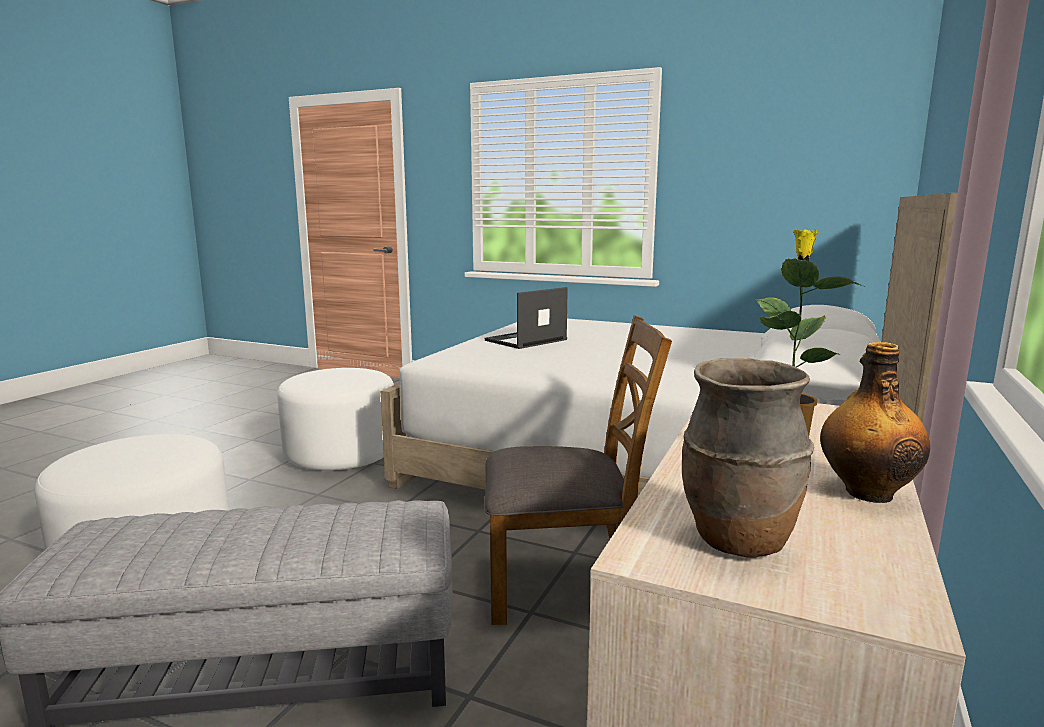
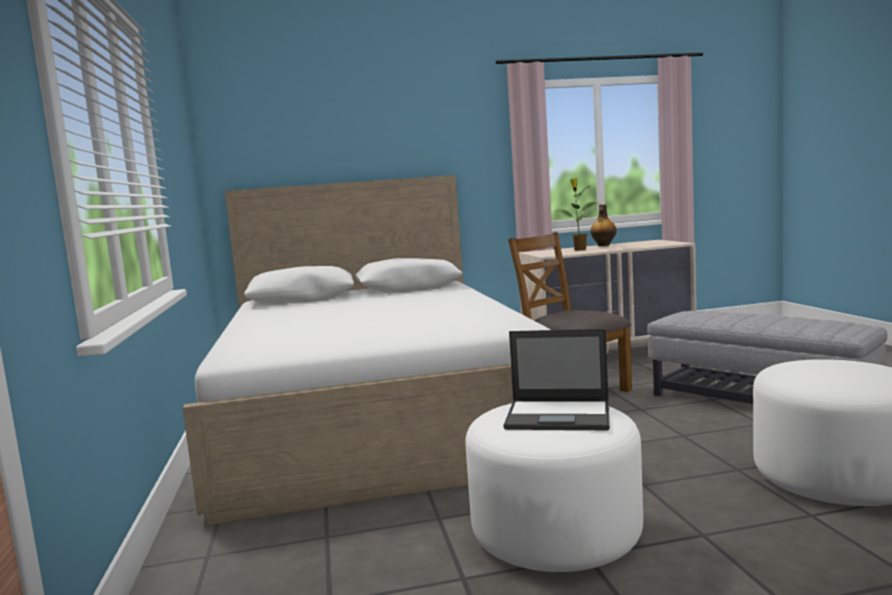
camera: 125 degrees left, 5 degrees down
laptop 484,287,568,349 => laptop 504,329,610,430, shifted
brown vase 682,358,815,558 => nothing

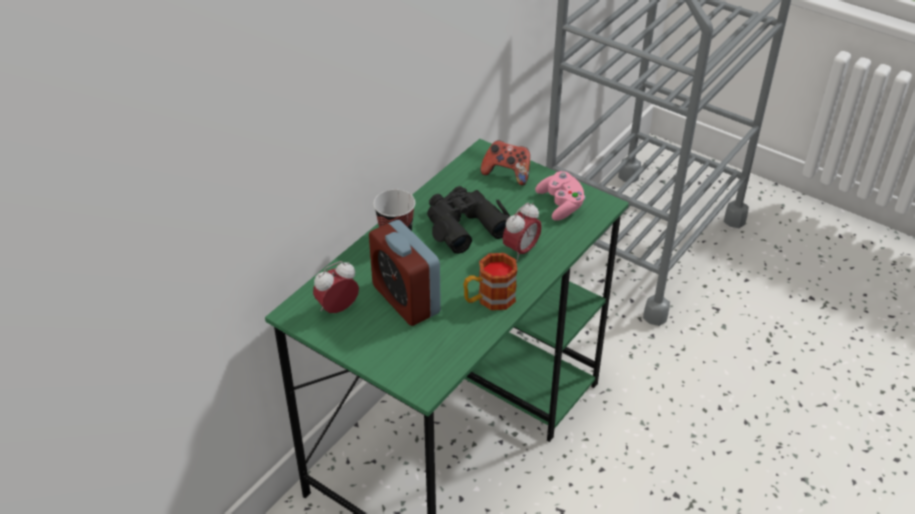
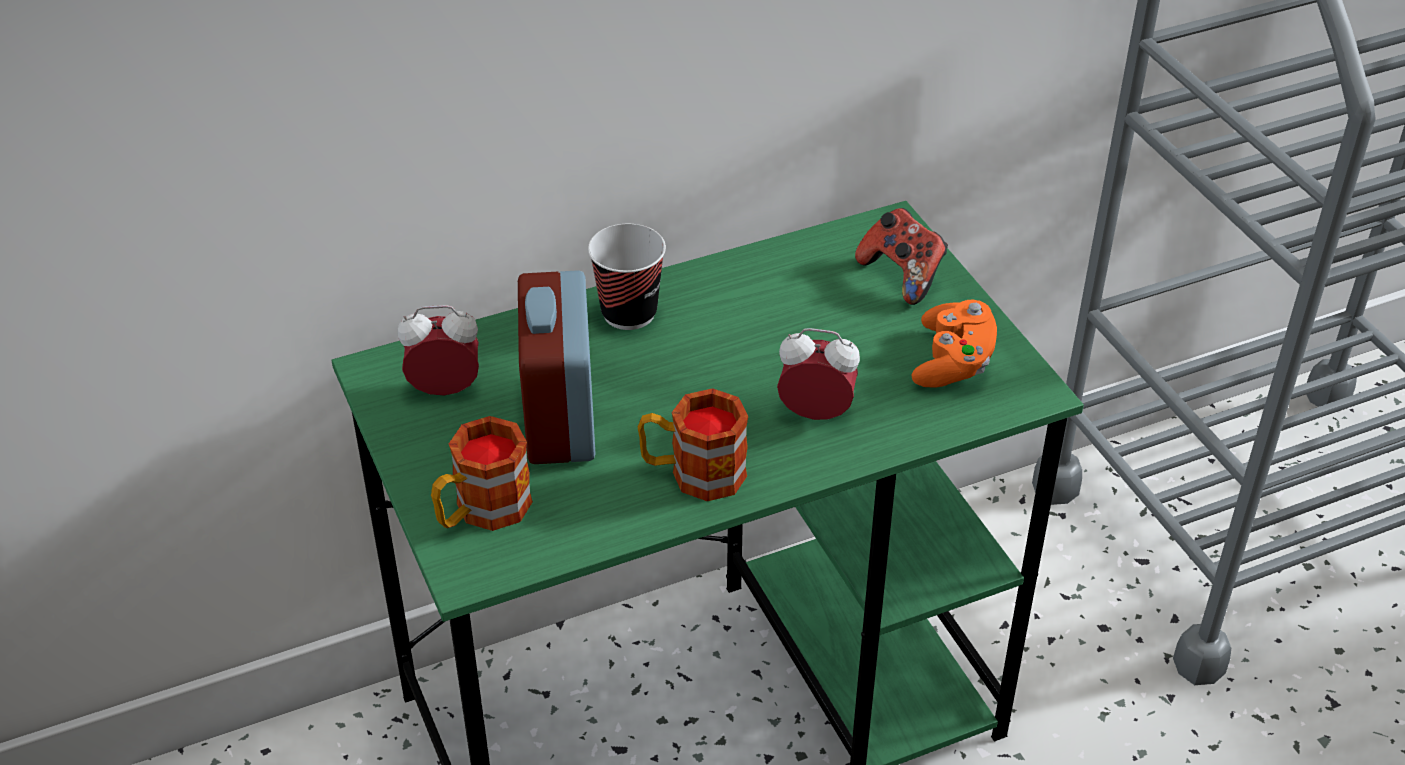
camera: 30 degrees right, 0 degrees up
pink game controller 535,171,585,221 => orange game controller 912,300,997,387
black binoculars 427,186,510,254 => nothing
alarm clock 503,203,542,261 => alarm clock 777,328,860,420, 150 degrees counterclockwise
nothing => mug 431,416,533,531

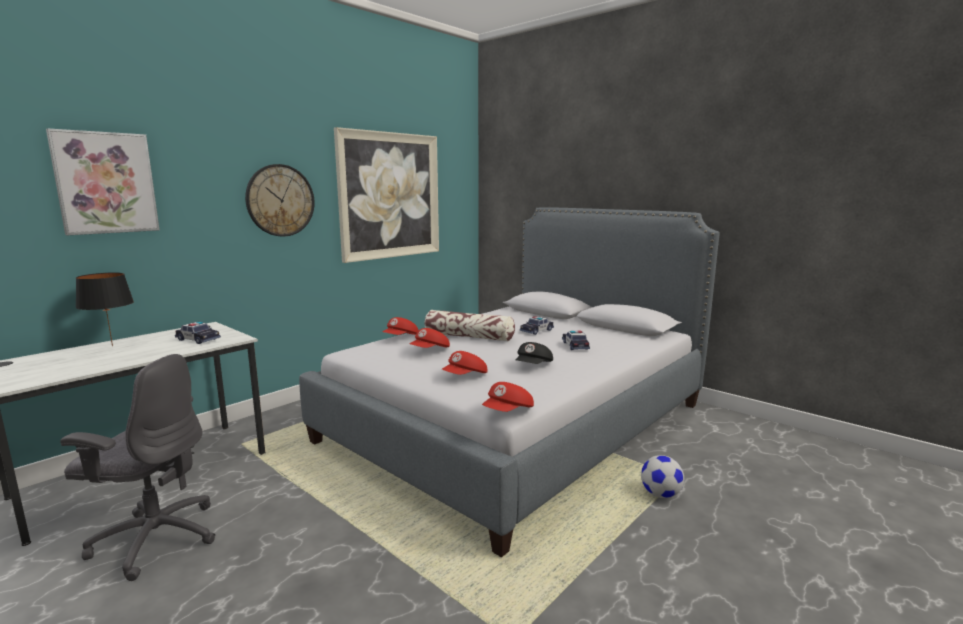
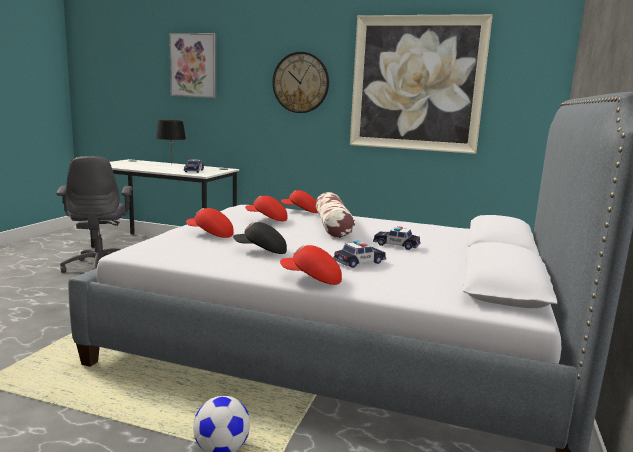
camera: 65 degrees right, 0 degrees up
red cap 482,382,534,412 => red cap 280,245,342,285, shifted

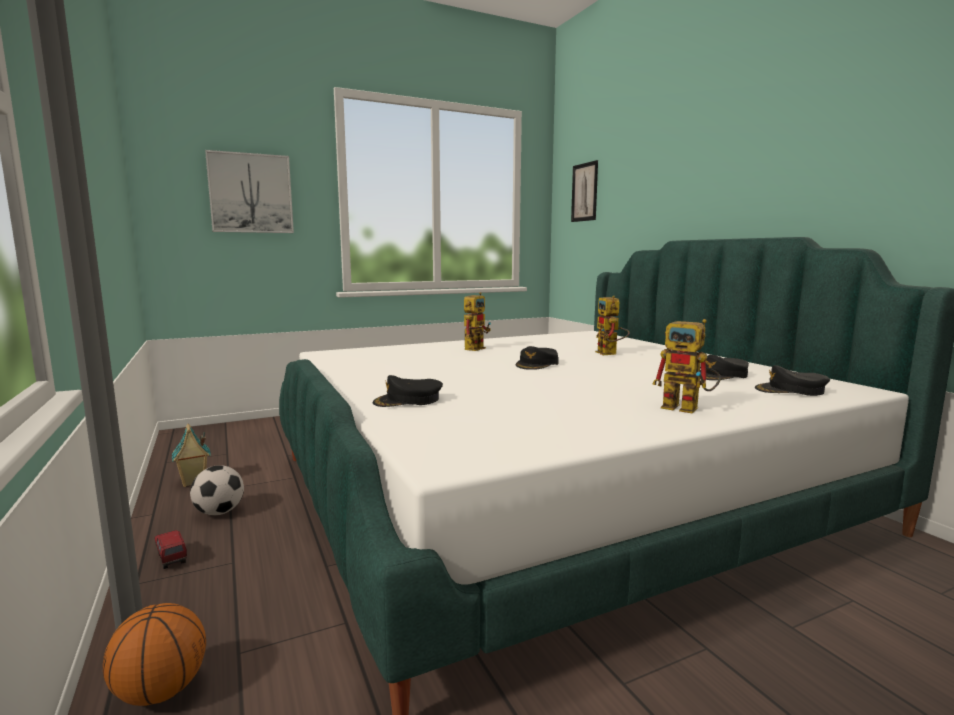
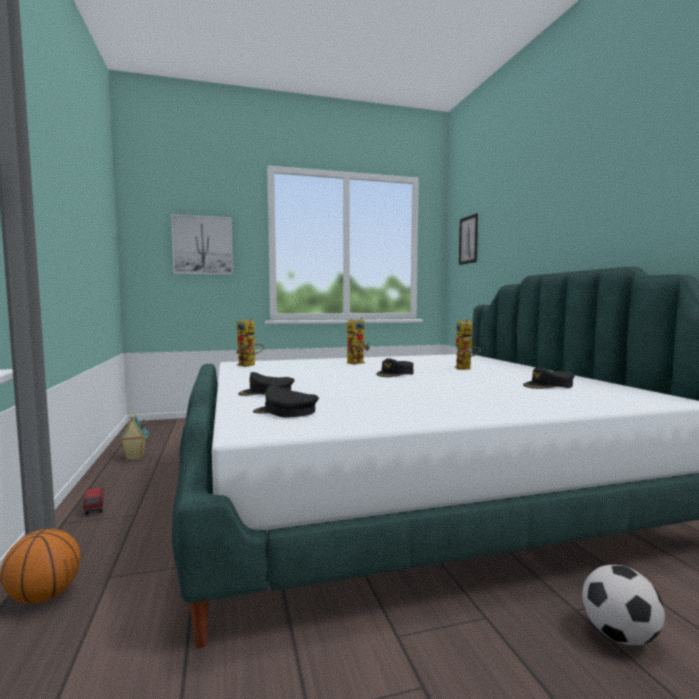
camera: 10 degrees right, 5 degrees down
toy robot 652,319,721,413 => toy robot 236,318,265,367, shifted
black cap 755,365,830,396 => black cap 253,385,319,417, shifted
football 190,465,244,515 => football 582,565,665,645, shifted

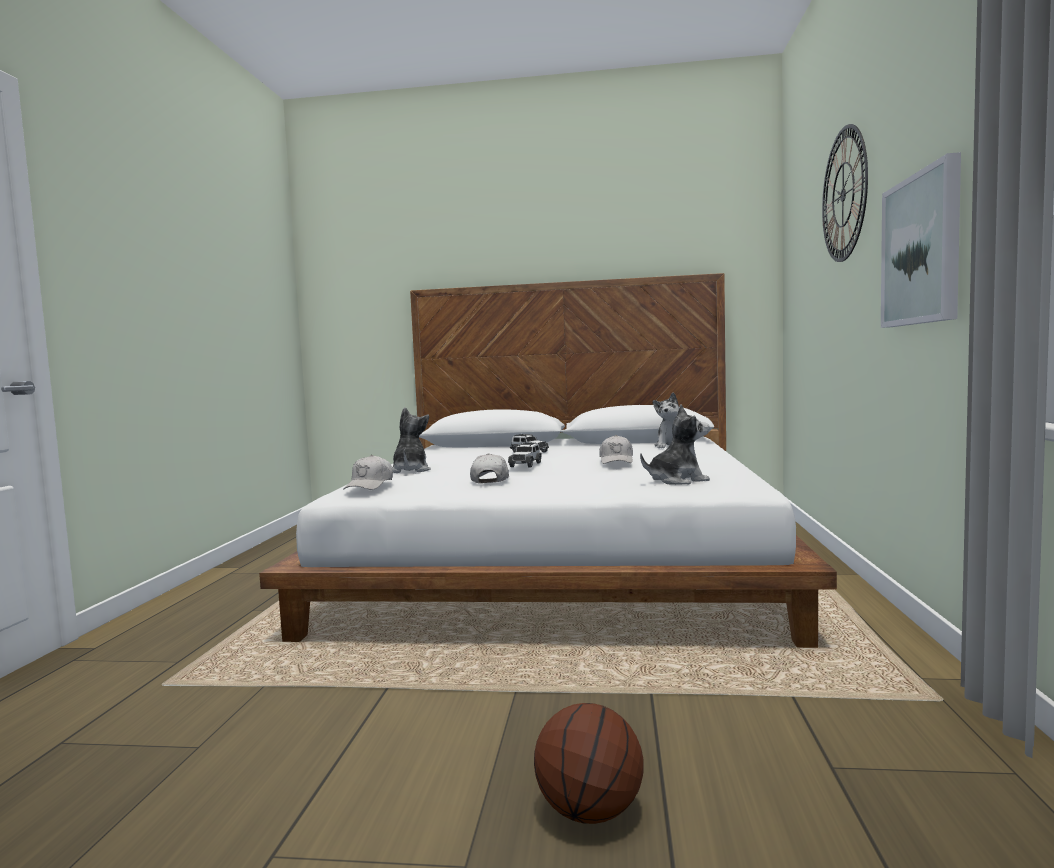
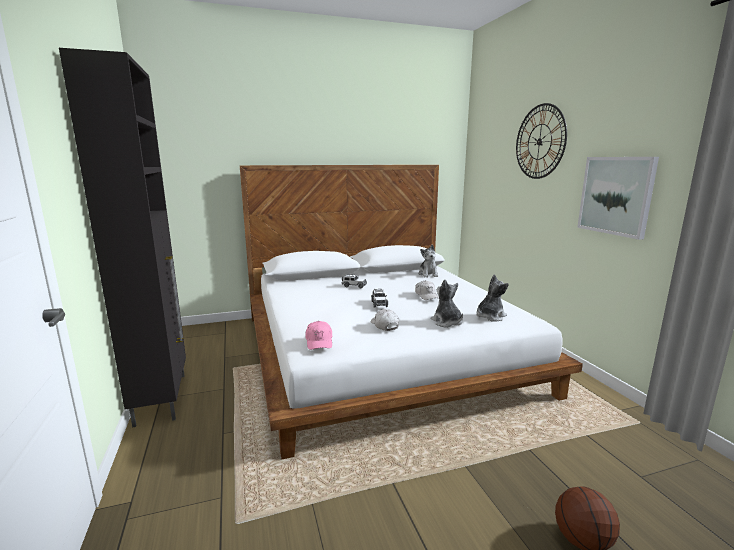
camera: 25 degrees left, 10 degrees up
plush toy 392,407,431,473 => plush toy 431,279,463,328, shifted
white cap 343,455,393,490 => pink cap 305,321,332,350
nothing => black cabinet 59,48,186,428

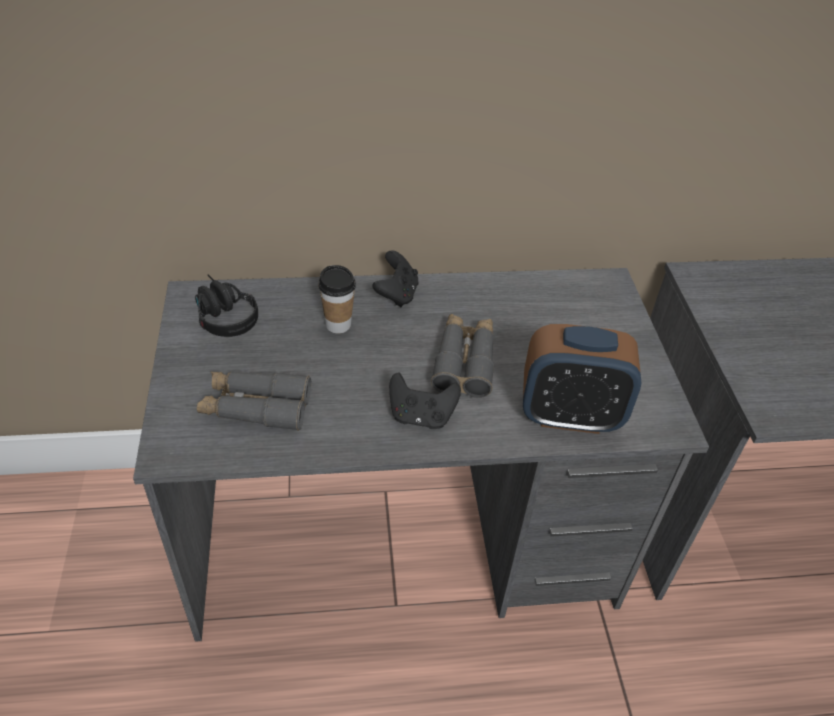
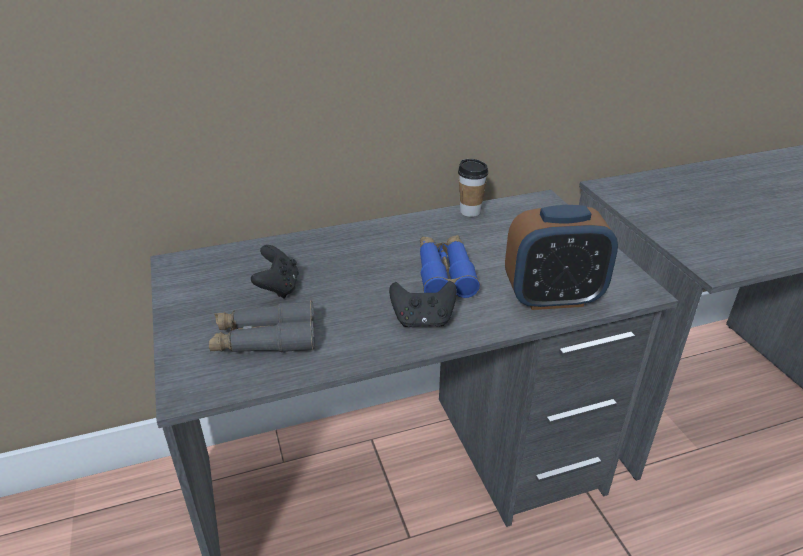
camera: 10 degrees left, 10 degrees down
black game controller 373,250,419,307 => black game controller 251,245,299,299, shifted
cup 318,265,356,333 => cup 458,159,488,217, shifted
black headphones 195,274,258,337 => nothing
grey binoculars 431,314,494,398 => blue binoculars 420,235,480,298

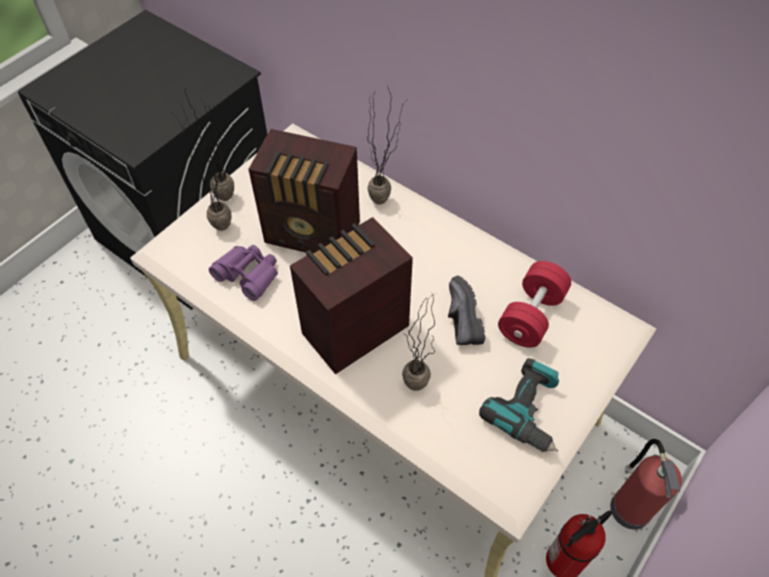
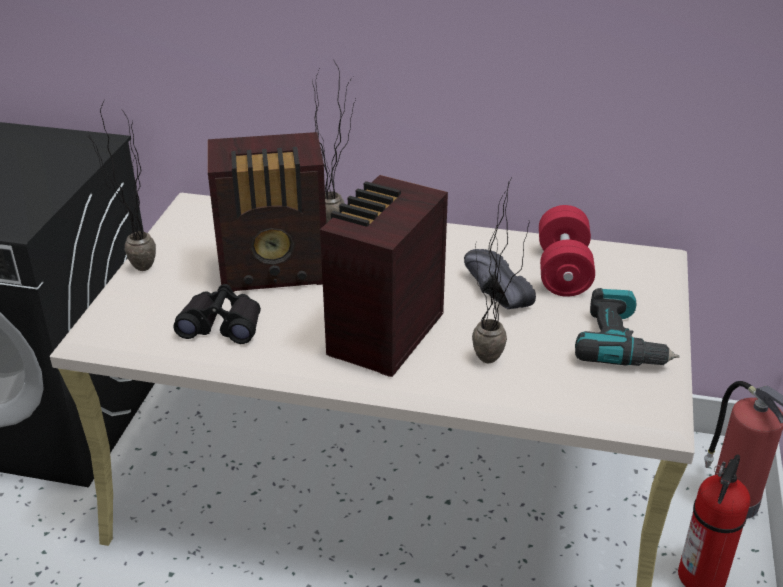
camera: 25 degrees left, 20 degrees down
potted plant 181,109,231,231 => nothing
purple binoculars 209,245,278,301 => black binoculars 173,284,261,344

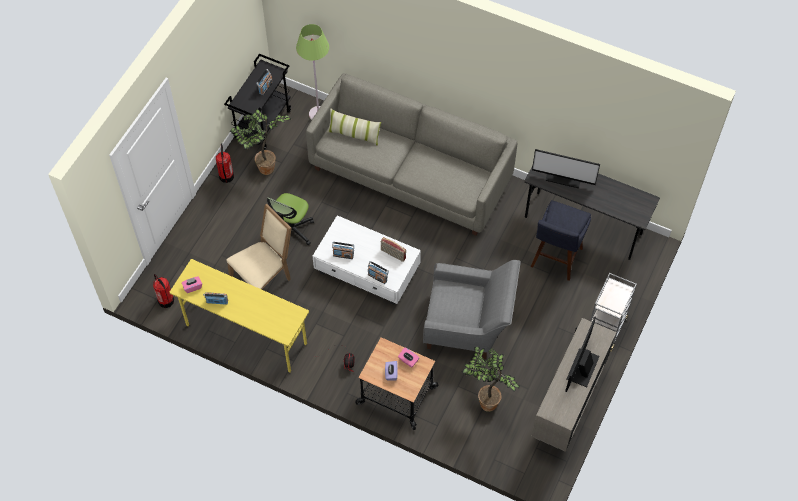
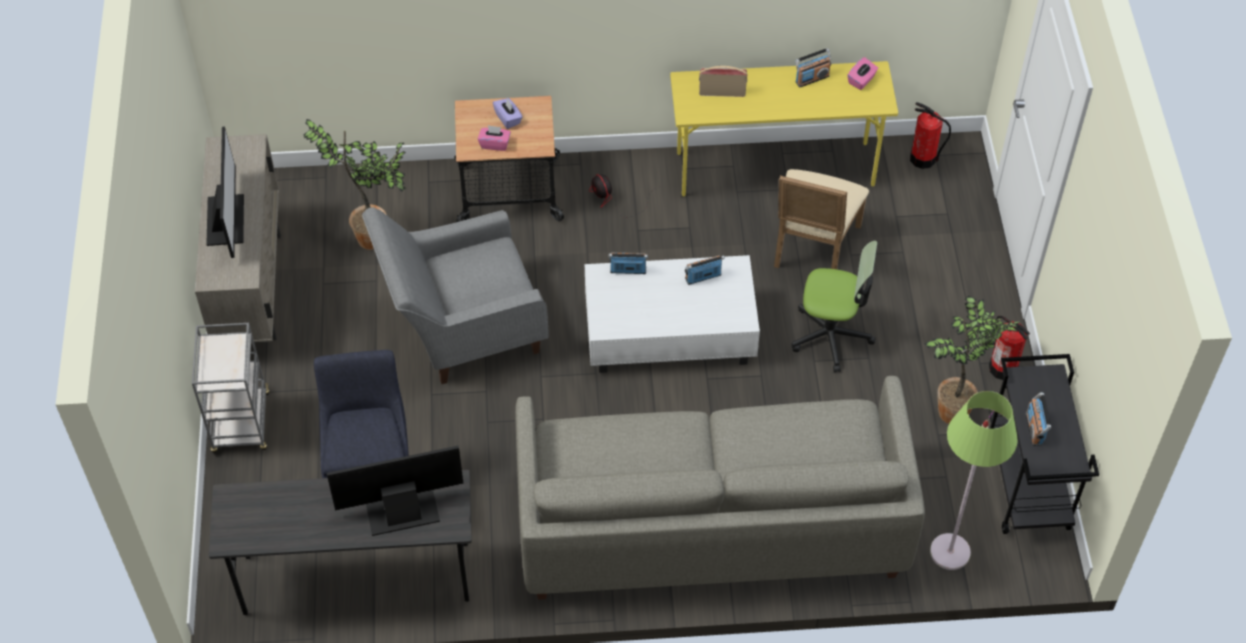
camera: 150 degrees right, 5 degrees down
pillow 327,108,381,146 => nothing
office chair 267,193,314,245 => office chair 791,240,878,372, 105 degrees clockwise
radio 381,237,406,262 => radio 699,66,747,97, shifted

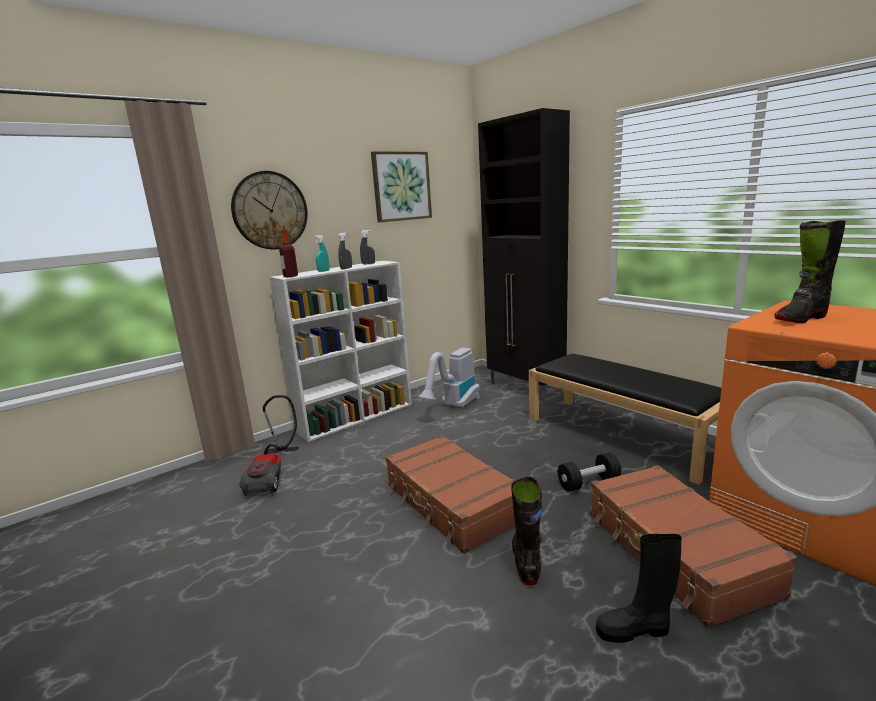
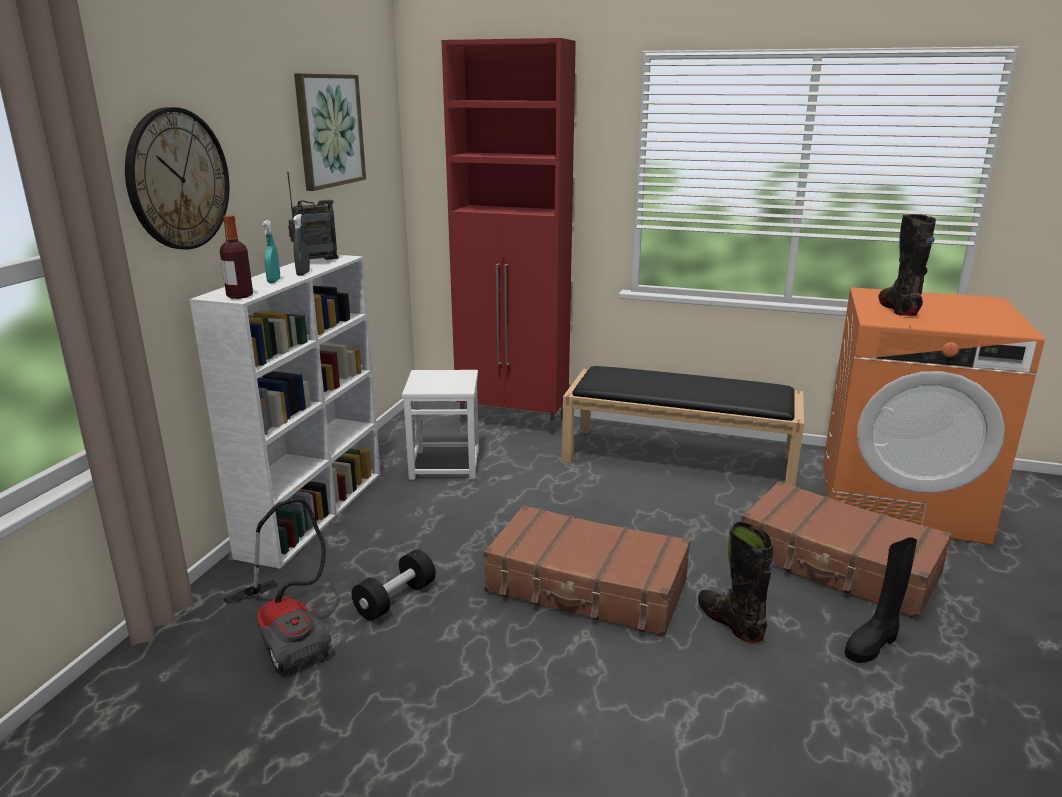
camera: 35 degrees left, 5 degrees up
black cabinet 478,108,570,401 => red cabinet 441,38,576,435
black boot 774,220,846,323 => black boot 879,214,936,316, 150 degrees clockwise
grey spray bottle 360,230,375,265 => radio 287,172,339,263
vacuum cleaner 418,348,480,408 => white stool 402,370,479,480
black dumbbell 558,452,621,492 => black dumbbell 352,549,436,621, shifted

